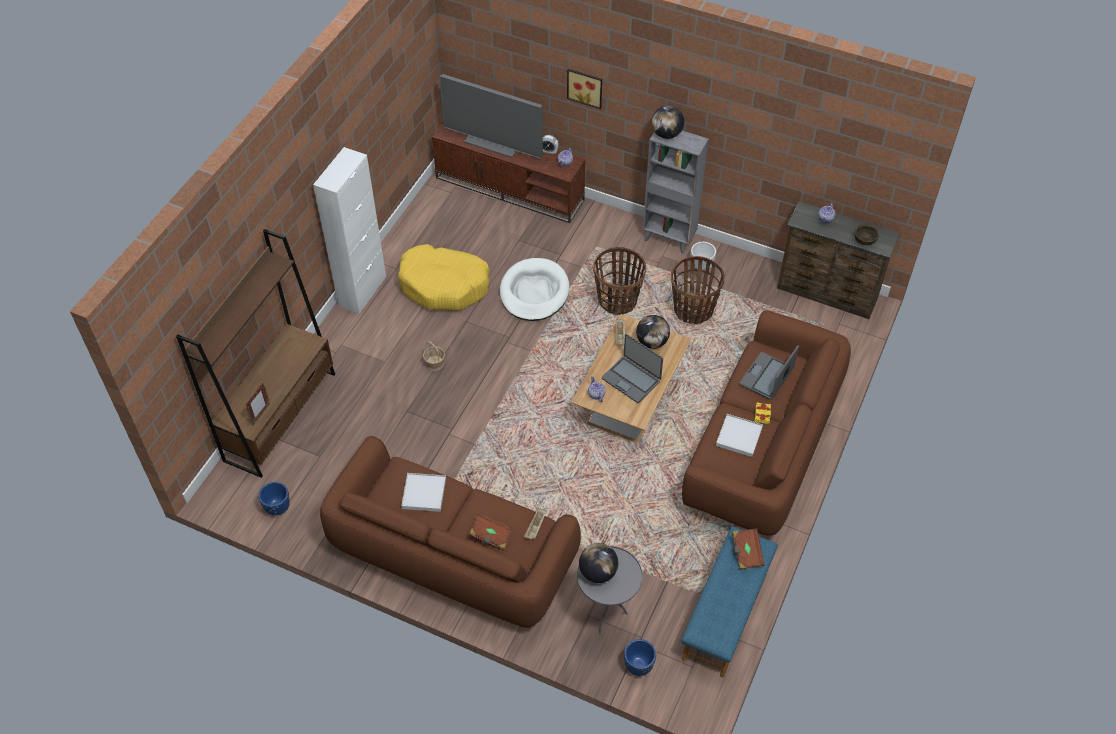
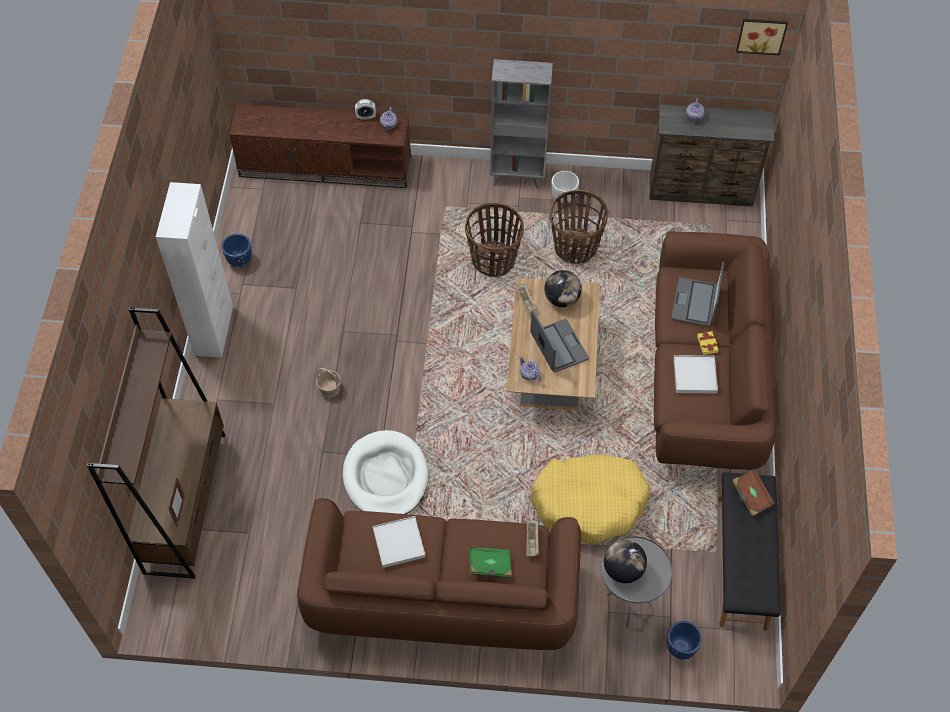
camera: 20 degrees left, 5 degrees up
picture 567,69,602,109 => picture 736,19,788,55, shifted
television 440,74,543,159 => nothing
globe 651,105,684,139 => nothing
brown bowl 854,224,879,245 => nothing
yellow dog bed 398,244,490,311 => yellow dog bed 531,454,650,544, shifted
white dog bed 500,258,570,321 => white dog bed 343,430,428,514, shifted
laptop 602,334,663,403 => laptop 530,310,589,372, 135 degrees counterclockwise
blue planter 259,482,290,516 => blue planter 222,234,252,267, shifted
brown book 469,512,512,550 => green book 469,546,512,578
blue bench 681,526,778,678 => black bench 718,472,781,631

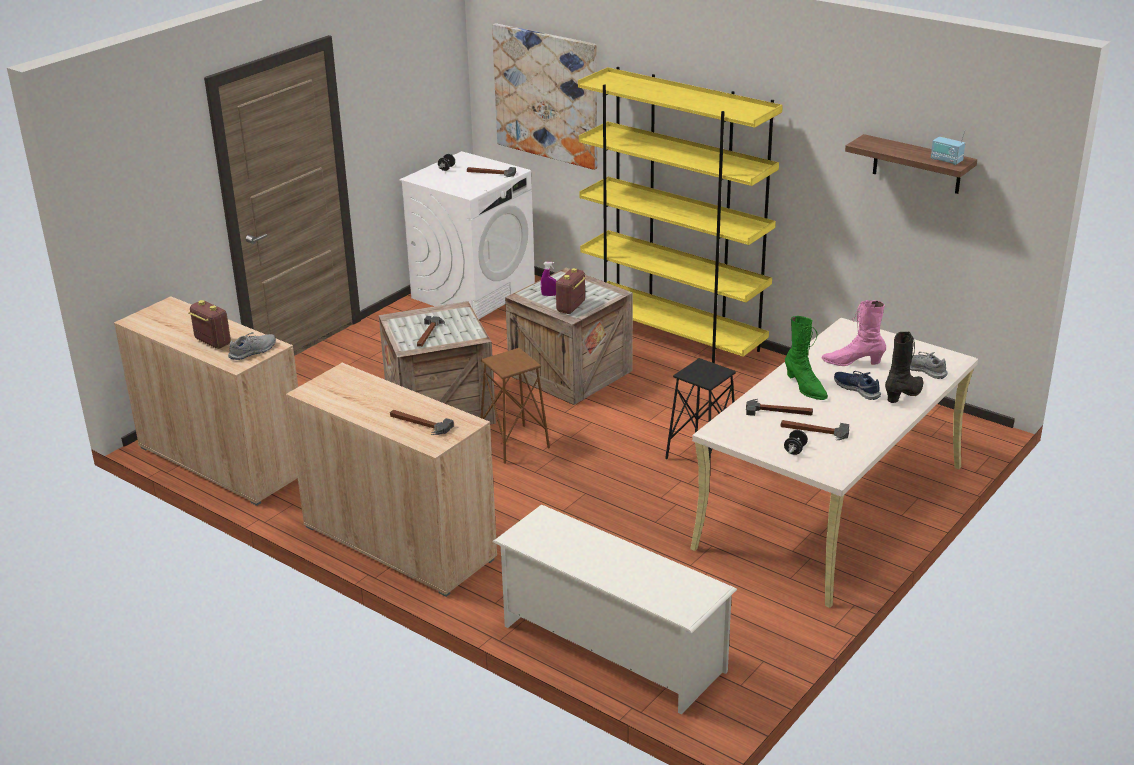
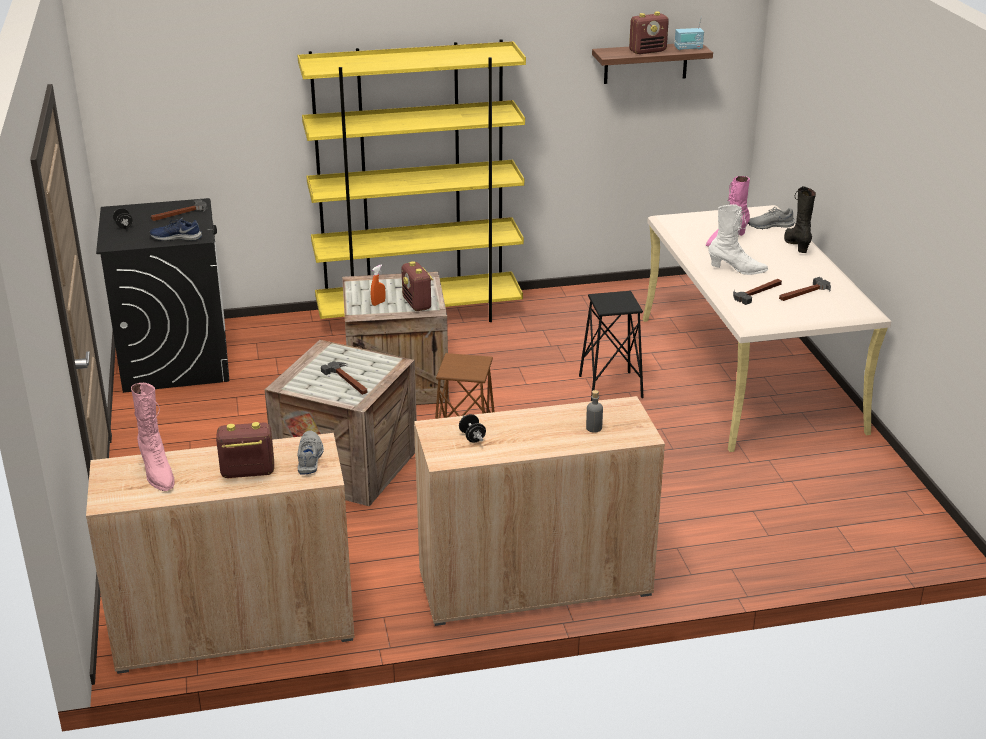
camera: 50 degrees left, 0 degrees up
picture 492,23,598,170 => nothing
white washing machine 399,151,535,319 => black washing machine 96,198,229,393
purple spray bottle 541,262,557,296 => orange spray bottle 371,264,385,306
green boot 785,316,828,400 => white boot 708,204,768,275
blue shoe 834,371,881,400 => blue shoe 150,218,202,241, shifted
hammer 390,410,454,435 => grey bottle 586,390,603,432
black dumbbell 784,430,808,455 => black dumbbell 459,414,486,442, shifted
white shoe rack 493,505,737,714 => nothing
nothing => radio 629,12,669,54
nothing => pink boot 131,383,174,491

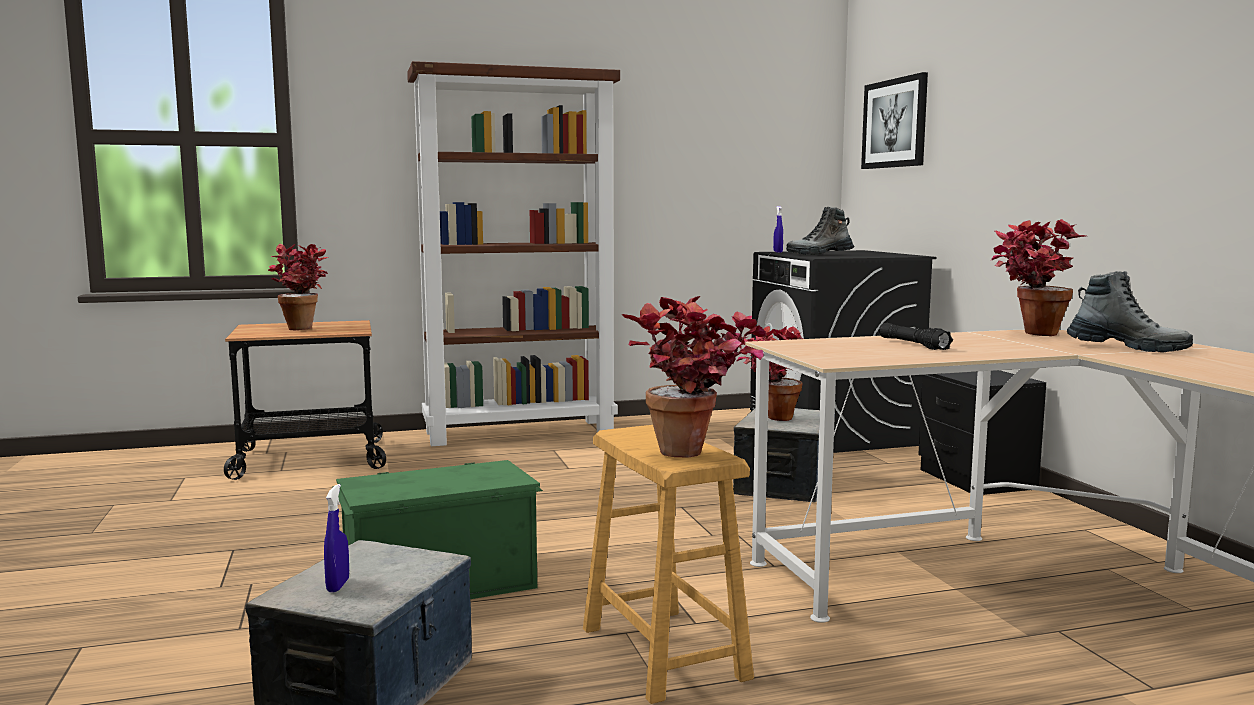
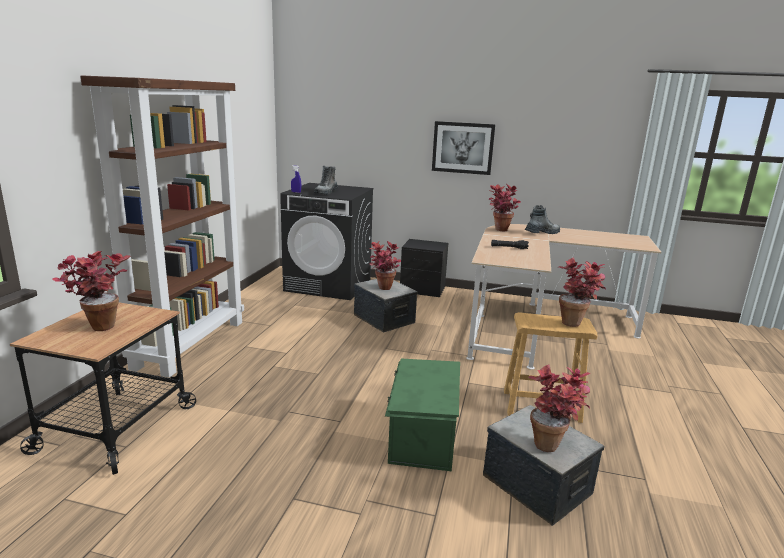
camera: 60 degrees left, 10 degrees up
picture 861,72,928,169 => picture 432,121,495,175, shifted
blue spray bottle 324,484,349,592 => potted plant 528,364,590,452

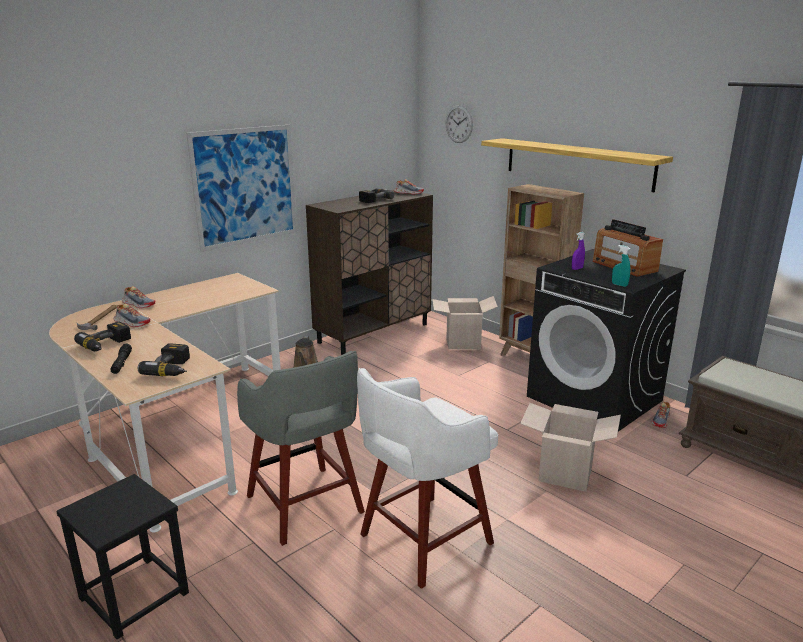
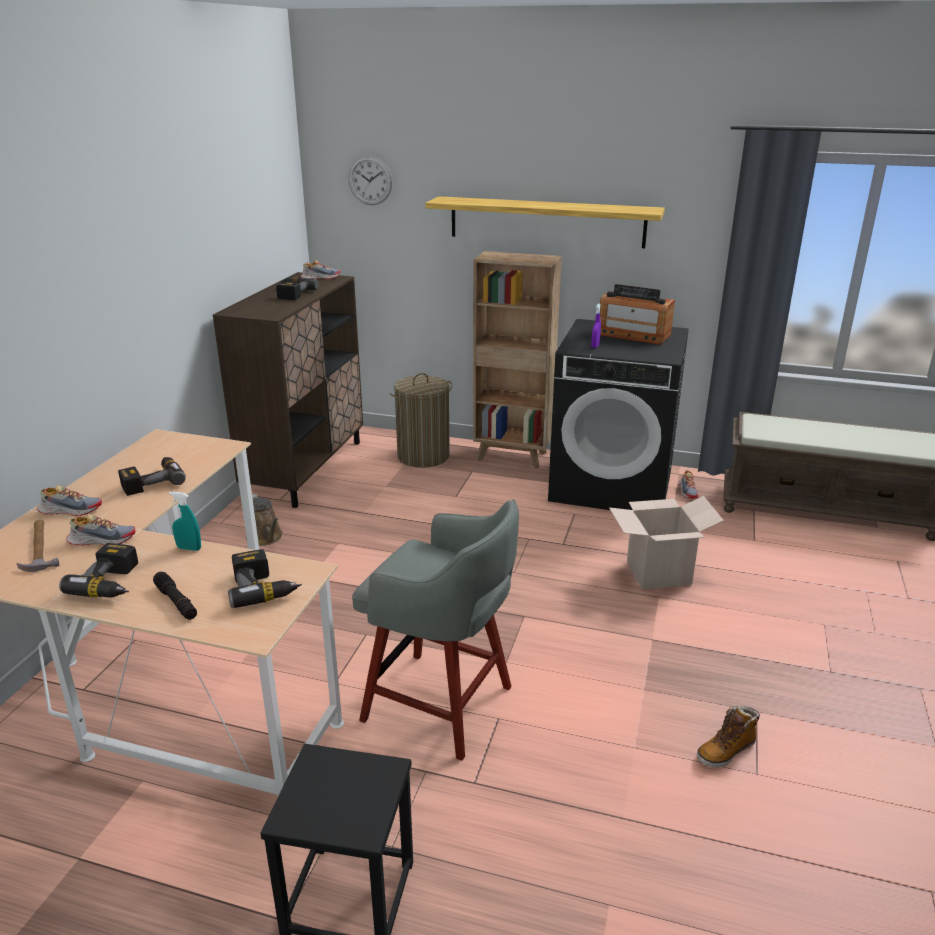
camera: 30 degrees left, 5 degrees up
picture 186,125,297,252 => nothing
turquoise spray bottle 612,245,630,287 => turquoise spray bottle 169,492,201,551, shifted
cardboard box 432,296,498,350 => laundry basket 390,373,452,468
white stool 357,368,498,589 => nothing
nothing => power drill 118,457,186,496
nothing => boot 697,706,760,768

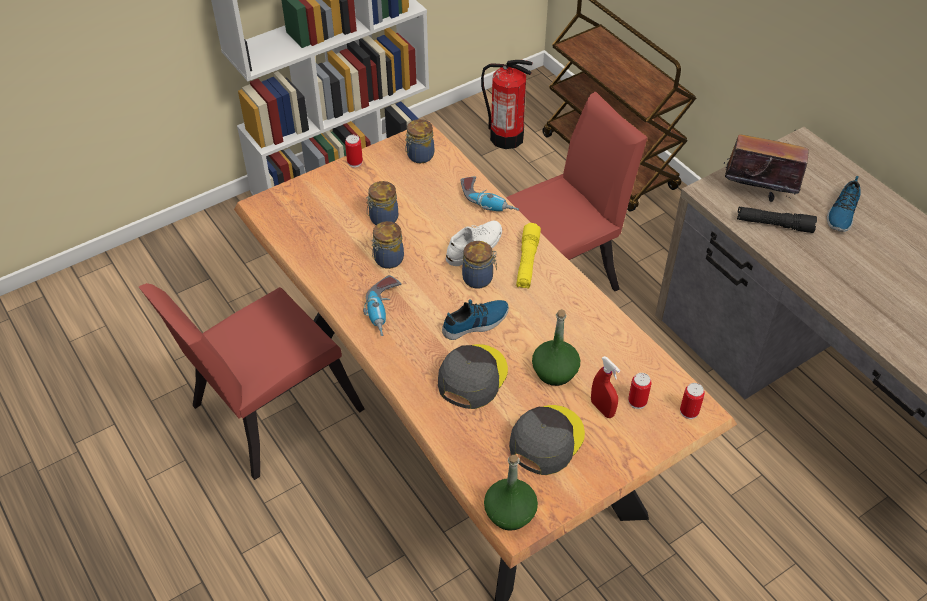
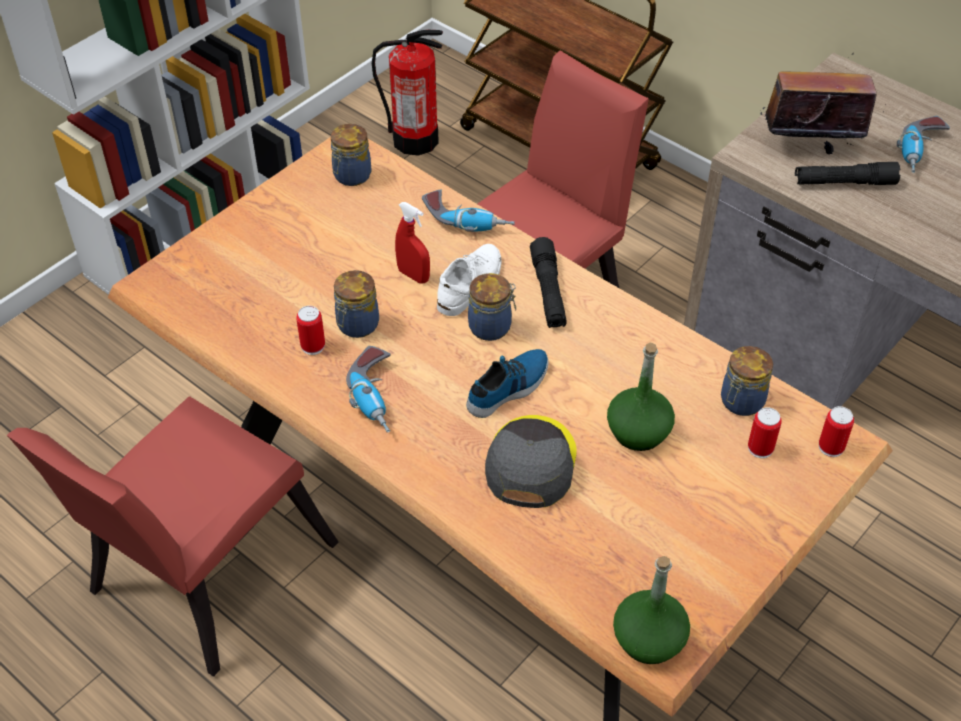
camera: 15 degrees left, 0 degrees up
can 345,135,363,167 => can 296,306,325,355, shifted
shoe 827,176,861,232 => power drill 897,116,950,173
jar 366,181,398,225 => jar 721,346,773,416, shifted
yellow flashlight 516,223,541,289 => black flashlight 530,237,567,328
red spray bottle 591,356,620,418 => red spray bottle 395,202,430,284, shifted
grey cap 509,405,585,475 => nothing

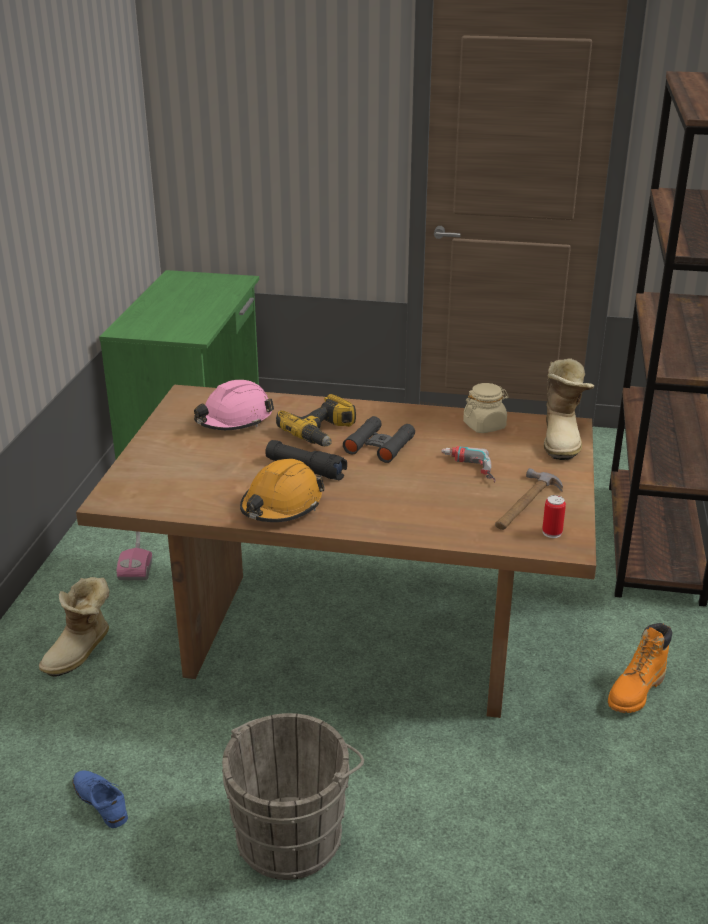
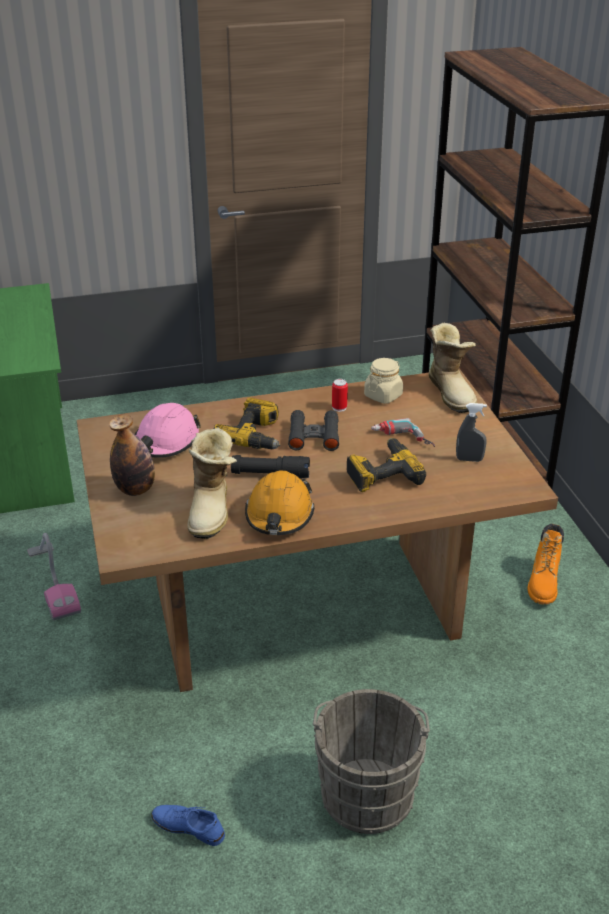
camera: 25 degrees left, 5 degrees up
hammer 495,468,563,530 => grey spray bottle 456,403,487,462
can 542,495,566,538 => can 332,379,348,412, shifted
boot 39,577,110,677 => boot 187,428,237,539, shifted
nothing => bottle 109,414,155,496
nothing => power drill 347,438,426,492

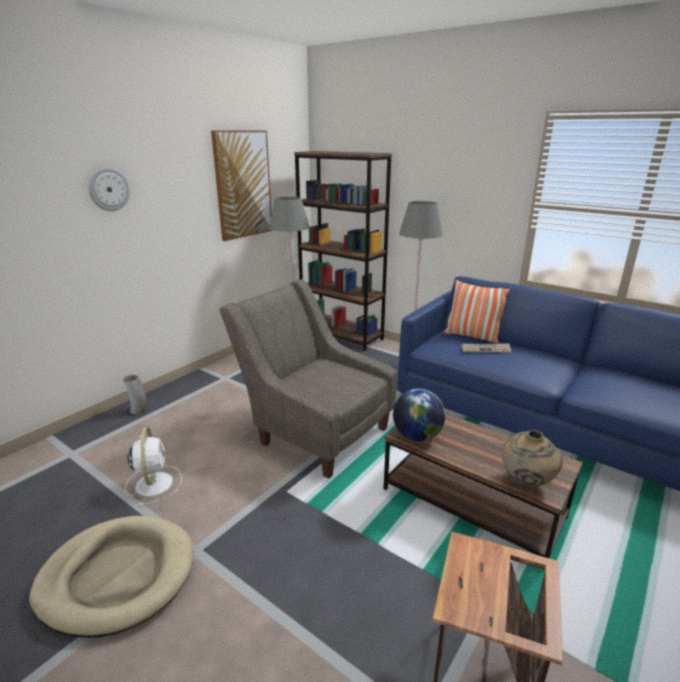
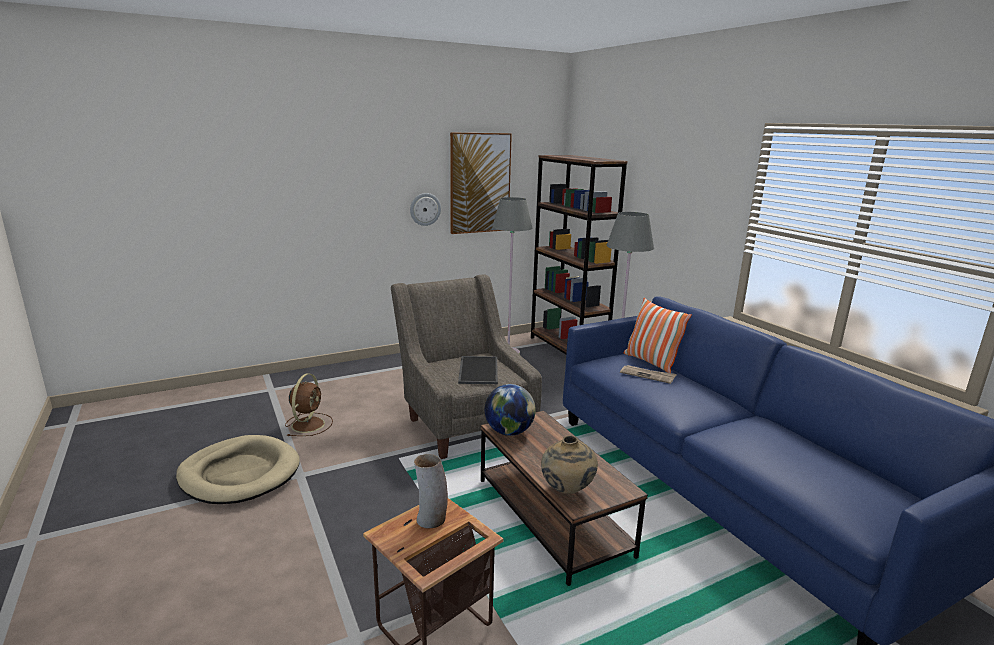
camera: 25 degrees right, 5 degrees down
wall clock 89,167,130,211 => wall clock 410,193,441,226, shifted
vase 123,375,147,414 => vase 414,454,448,528, shifted
white fan 125,427,182,506 => brown fan 285,373,333,436
nothing => tray 458,356,498,384

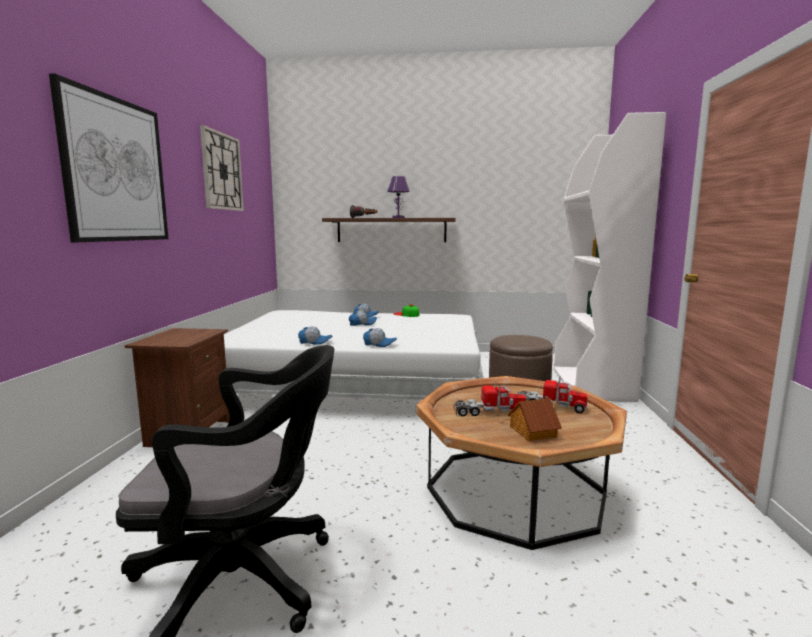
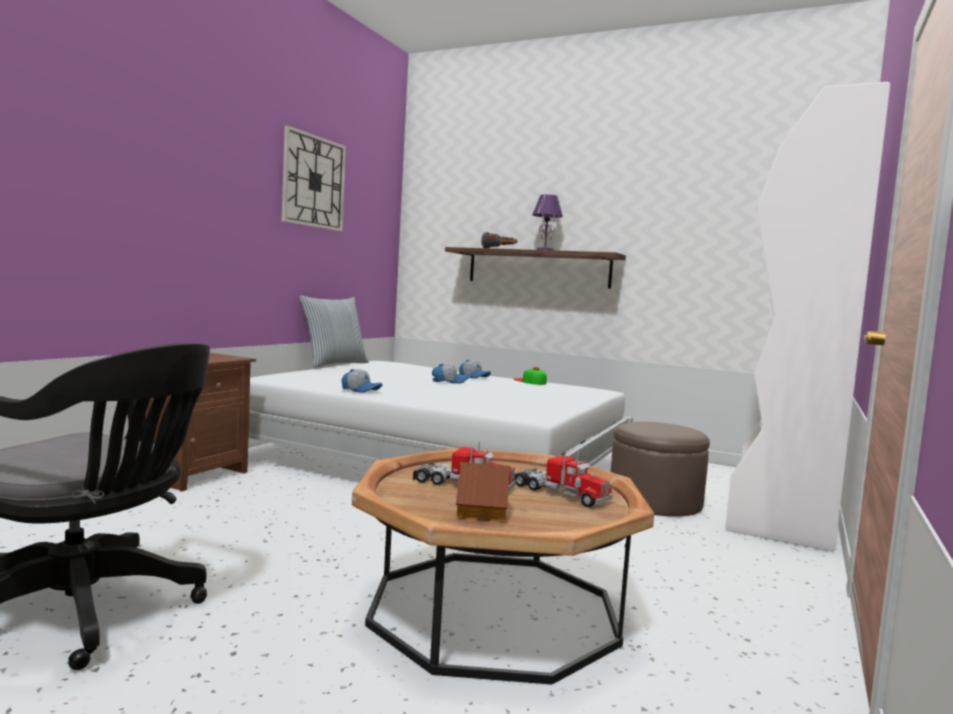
camera: 20 degrees right, 5 degrees down
picture 49,73,168,242 => nothing
cap 363,328,397,347 => nothing
nothing => pillow 299,295,369,367

